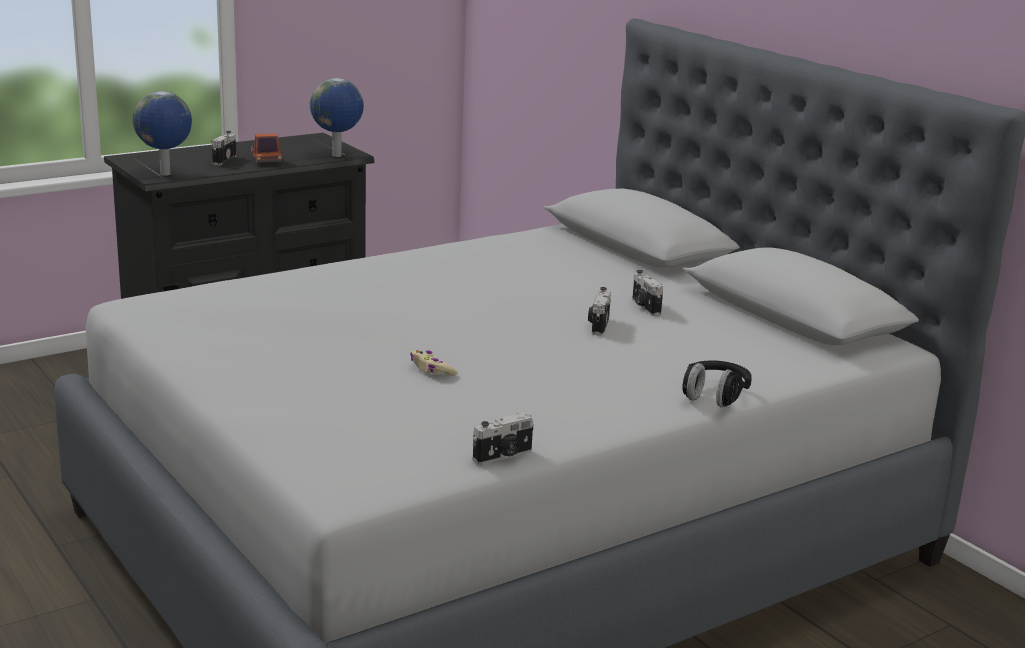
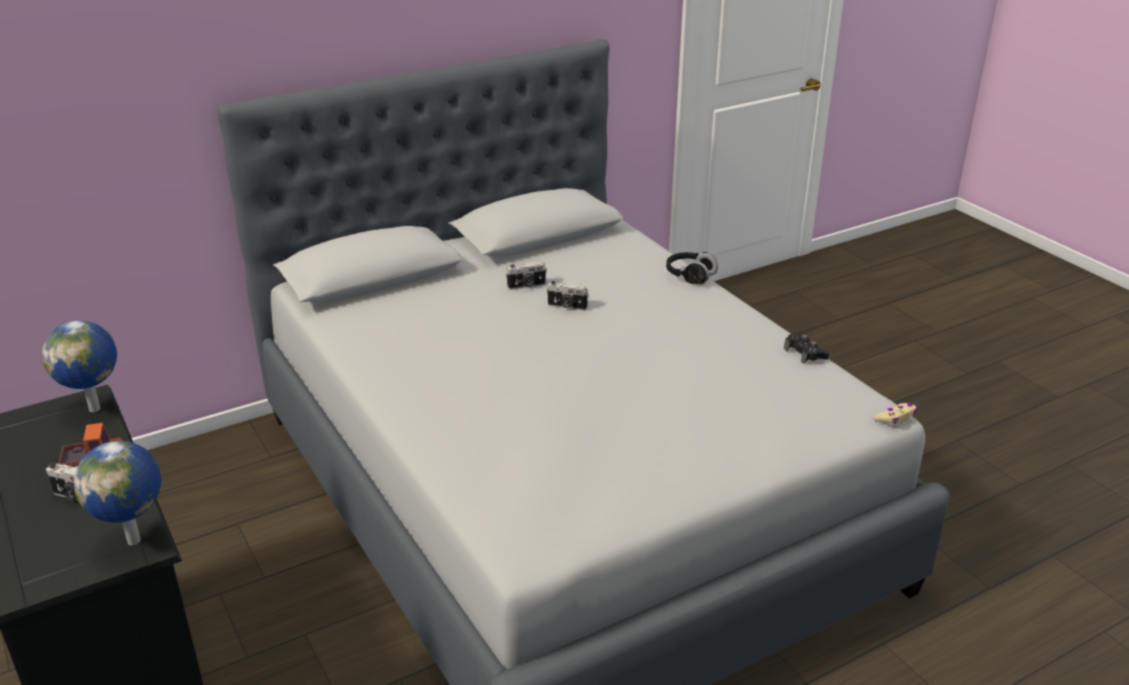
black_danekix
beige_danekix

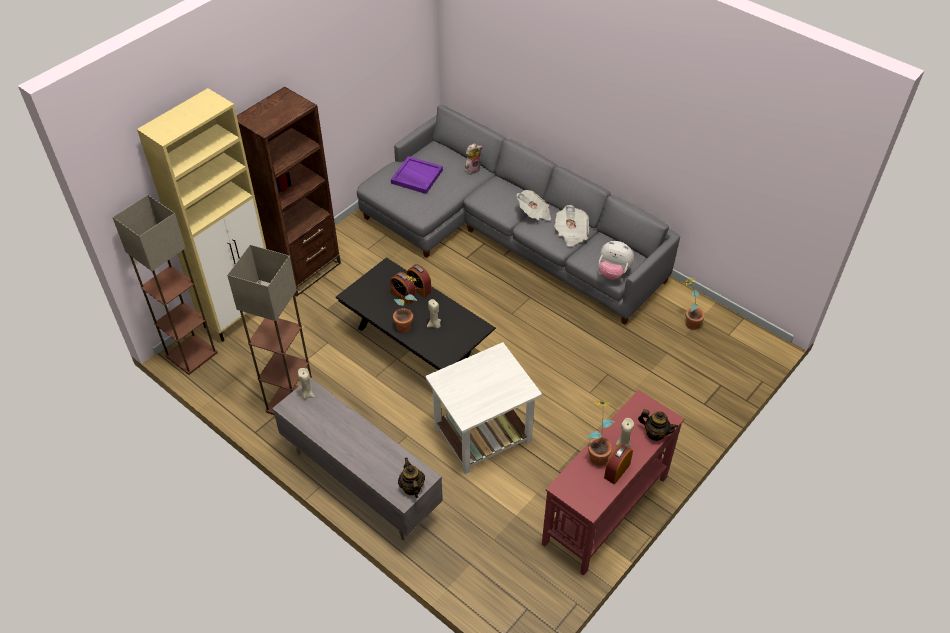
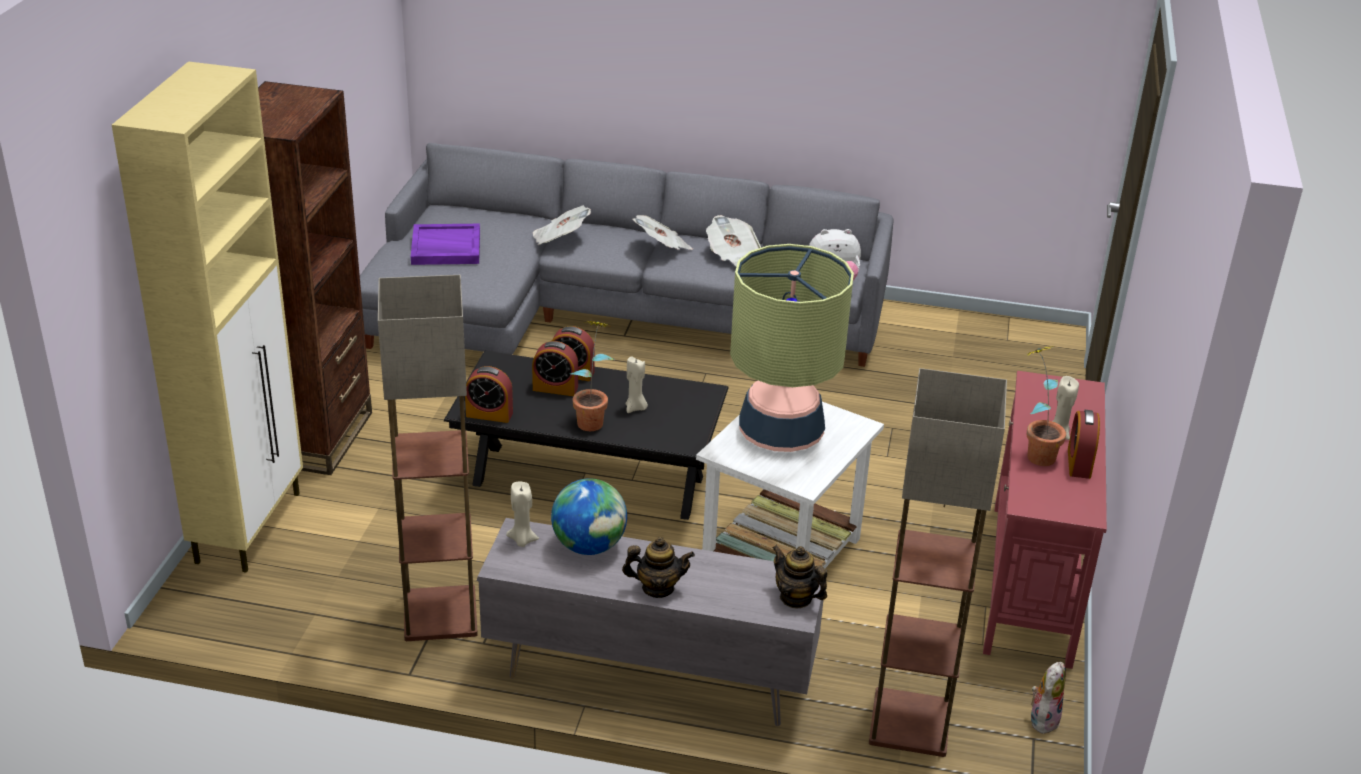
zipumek (1st from left)
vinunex (1st from left)
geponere
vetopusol (1st from left)
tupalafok
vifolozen (2nd from left)
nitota (2nd from left)
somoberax (3rd from left in the first image)

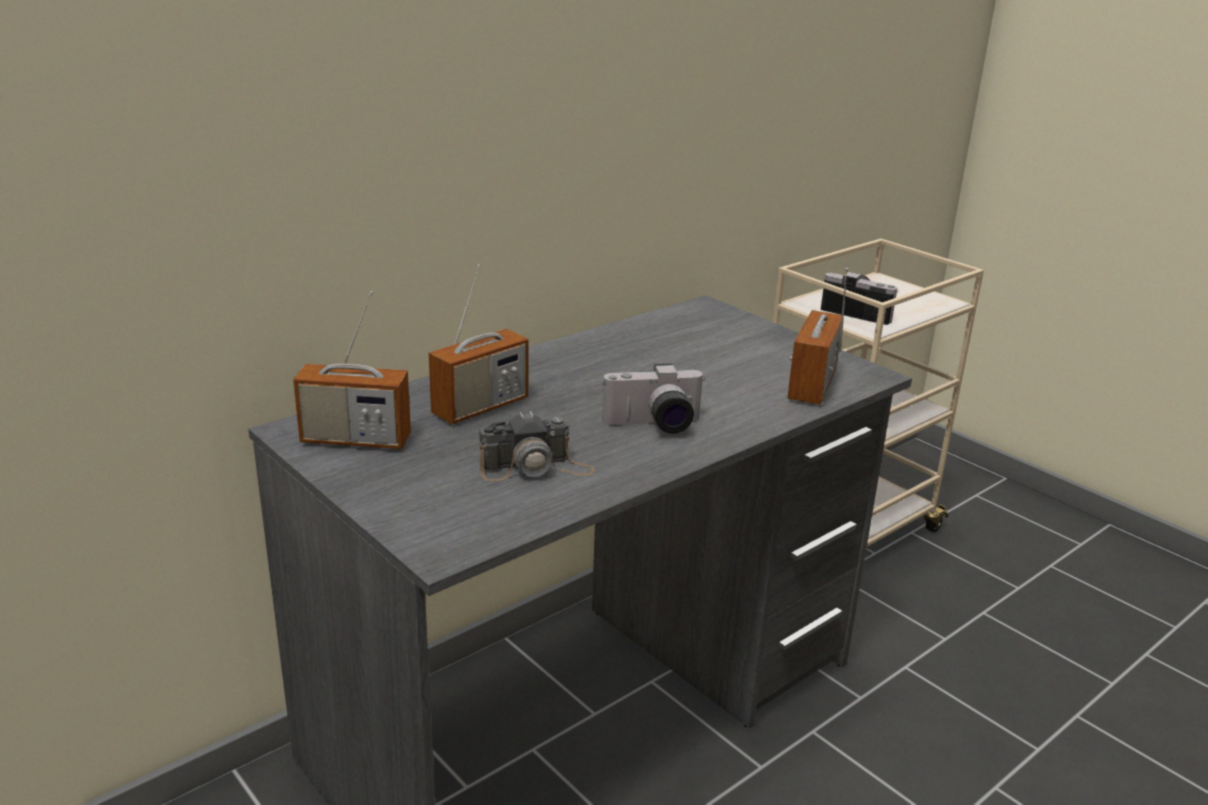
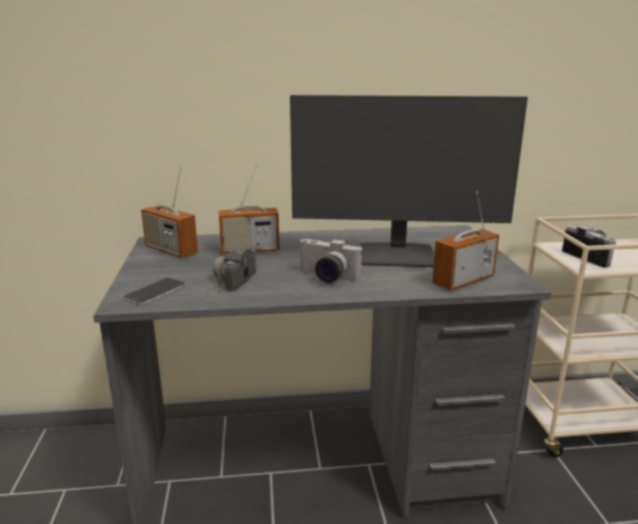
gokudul
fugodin (1st from left)
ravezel

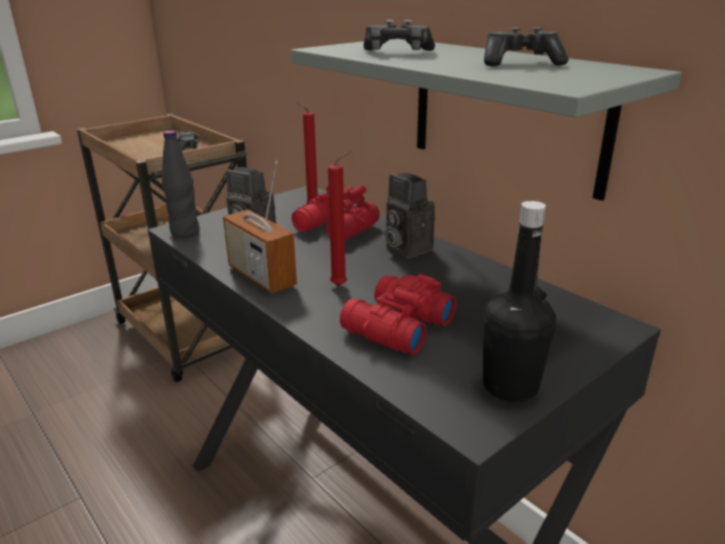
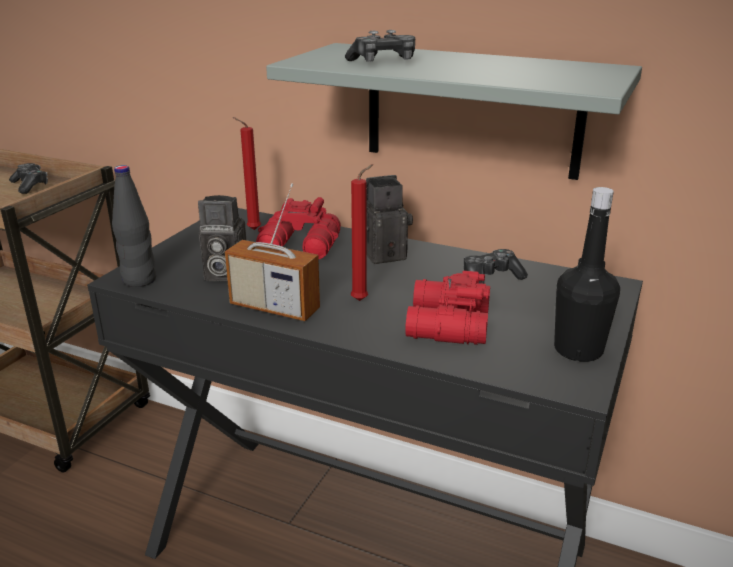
fugodin (2nd from left)
danekix (3rd from left)

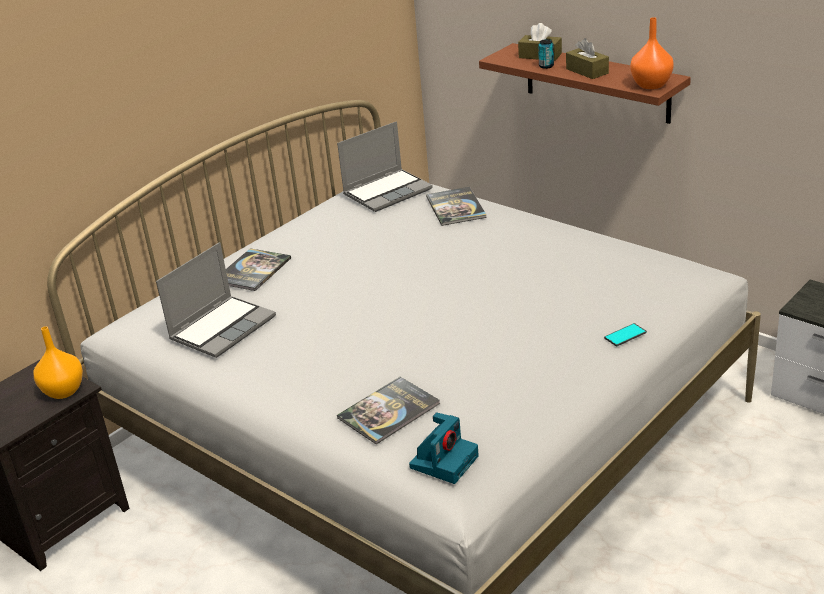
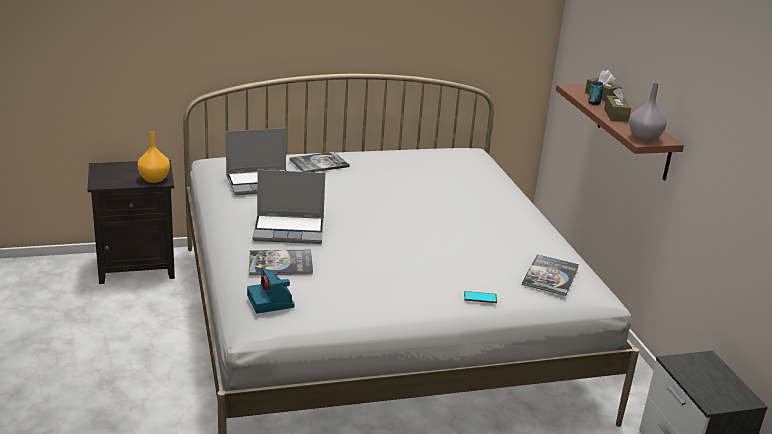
fugodin
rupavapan (2nd from left)
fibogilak (3rd from left)
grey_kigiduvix

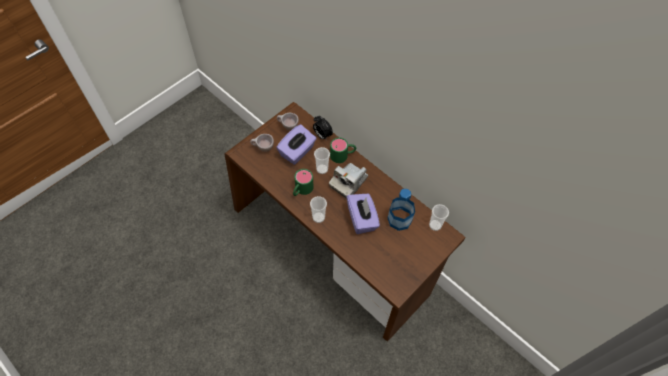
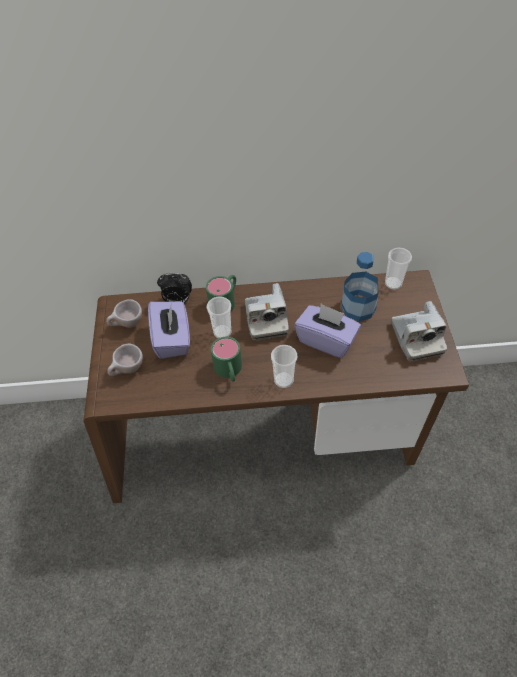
fugodin (2nd from left)

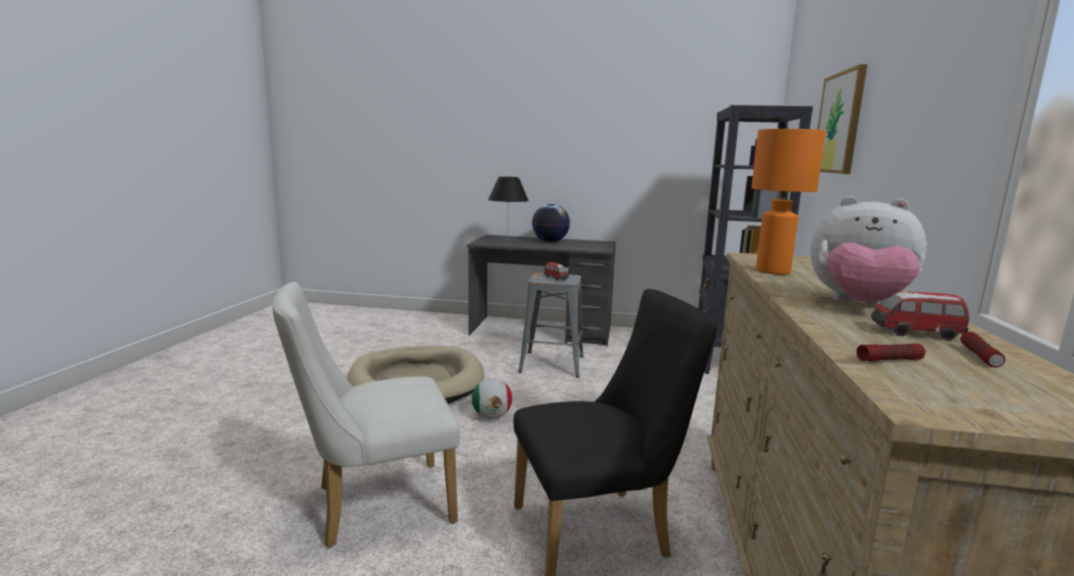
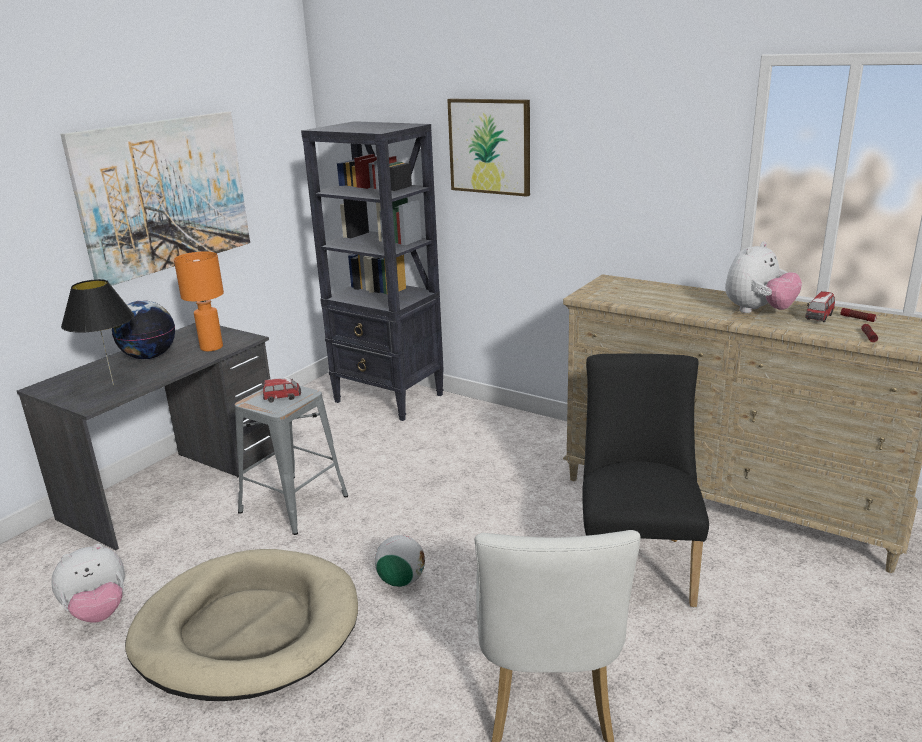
nitota (1st from left)
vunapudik (1st from left)
orange_tupalafok

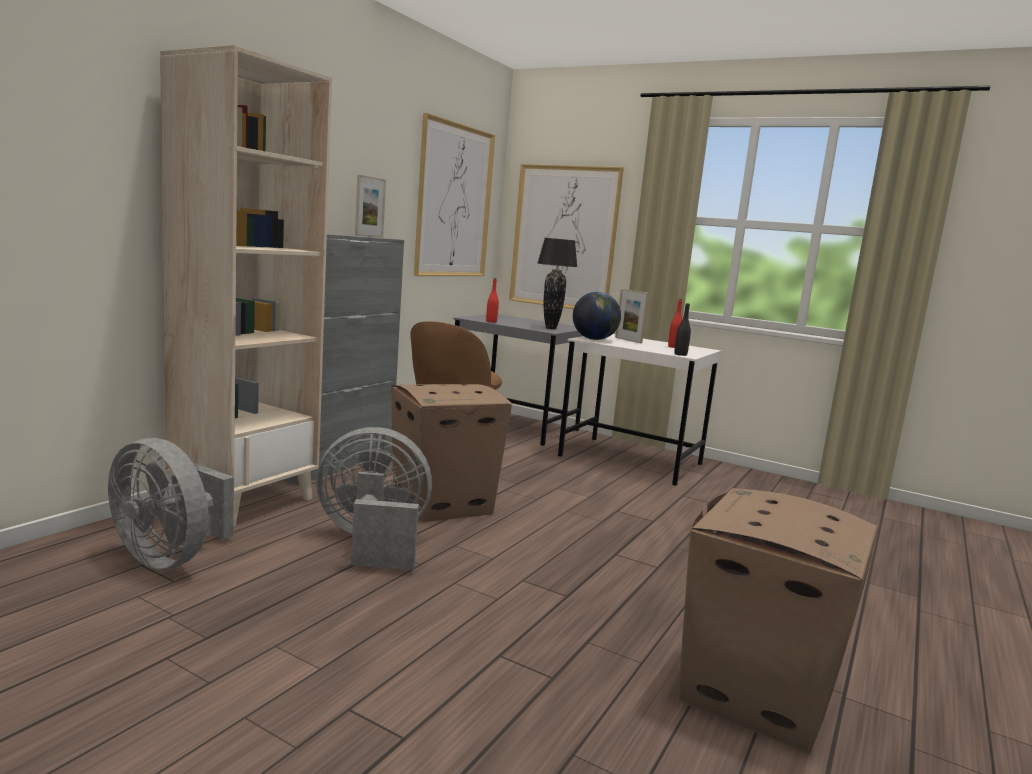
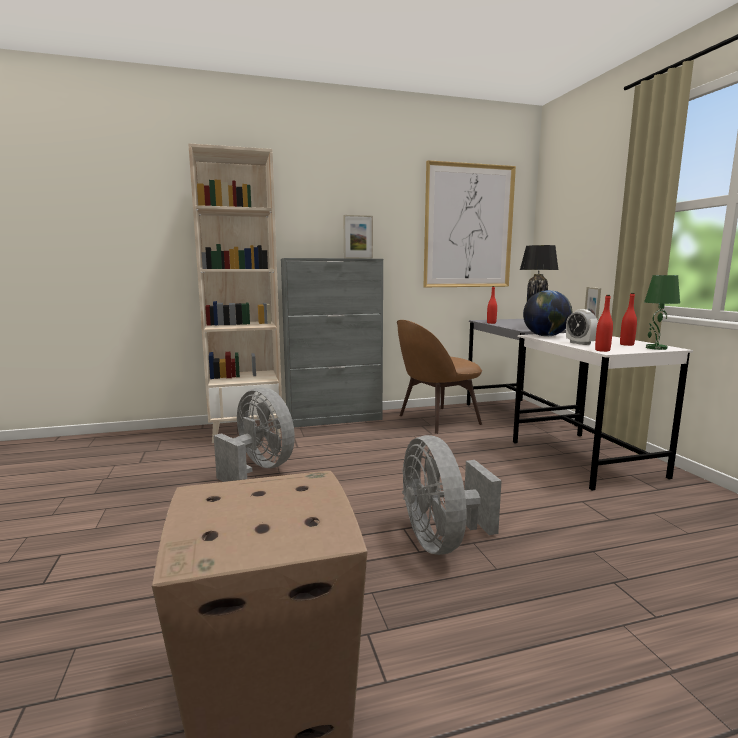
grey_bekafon (2nd from left)
zipumek
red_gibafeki (2nd from left)
green_tupalafok
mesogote (1st from left in the first image)
vunapudik (2nd from left in the first image)

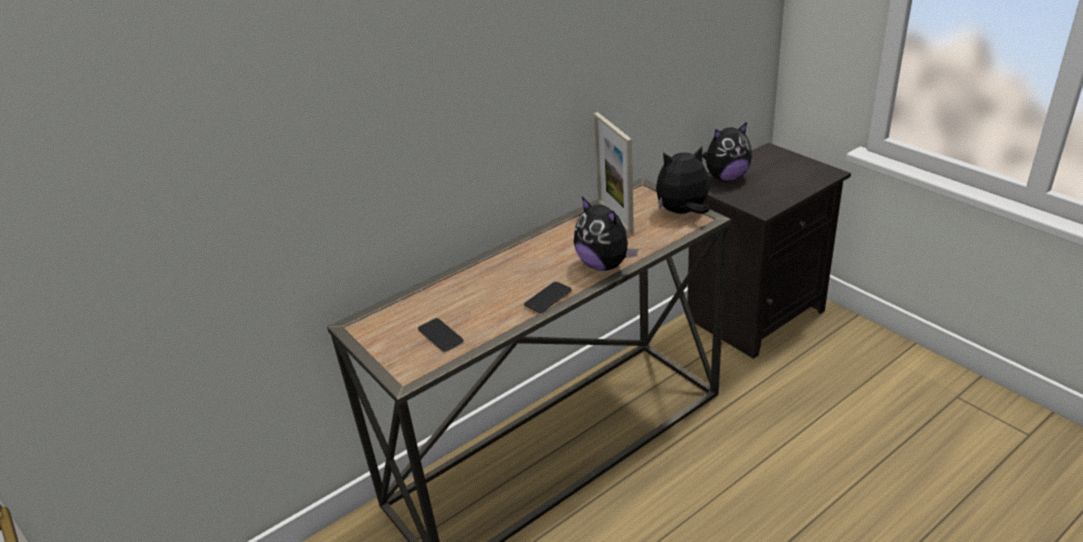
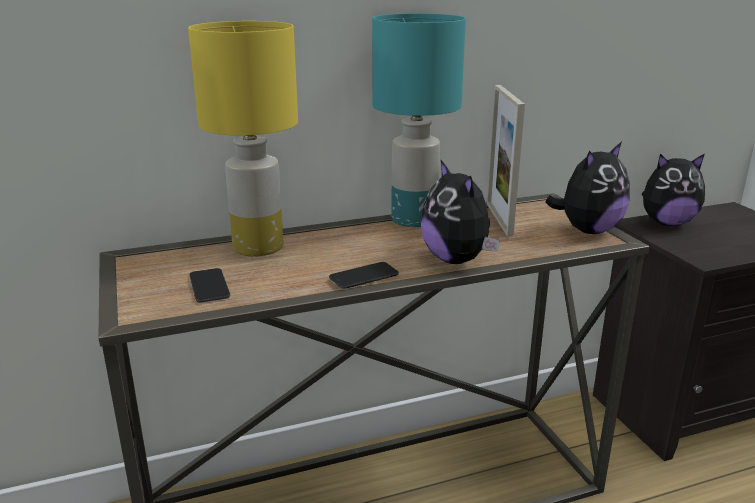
yellow_tupalafok
turquoise_tupalafok
nitota (2nd from left)

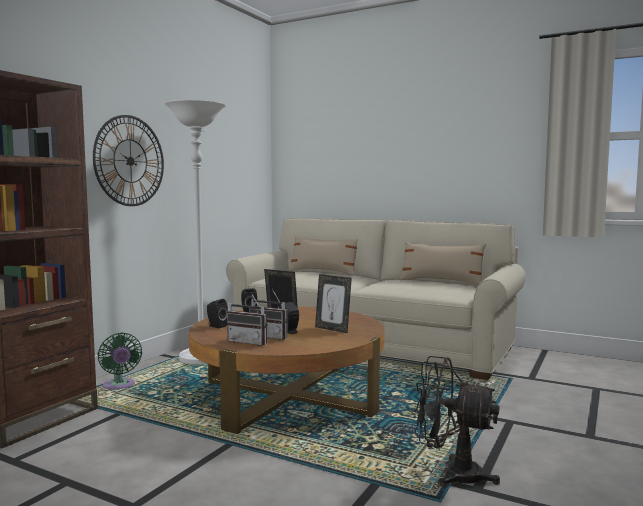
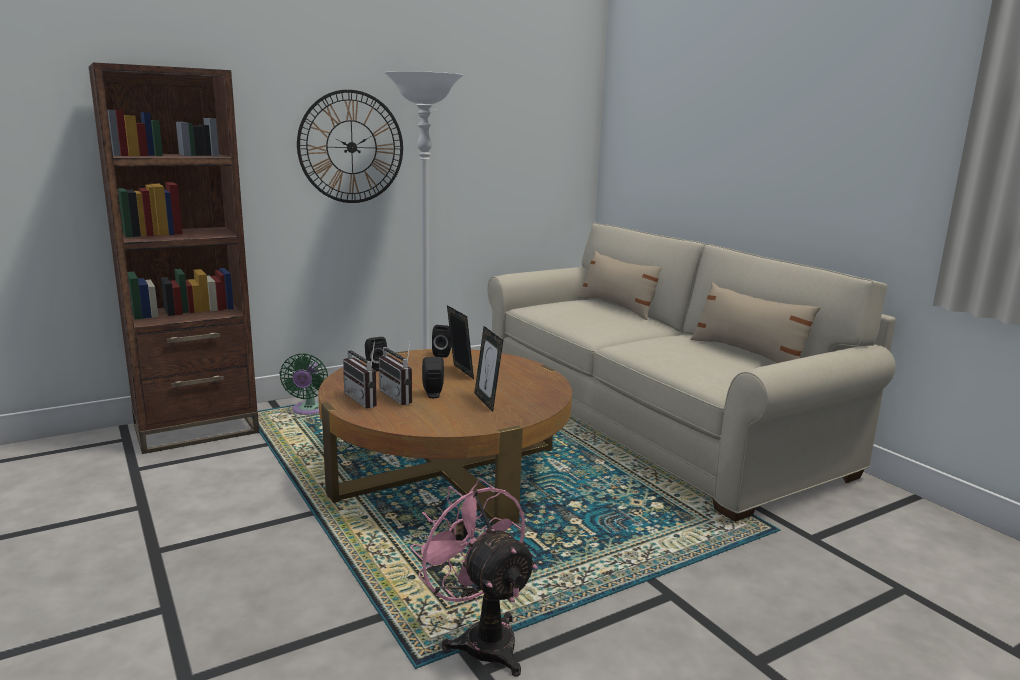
pink_bekafon

